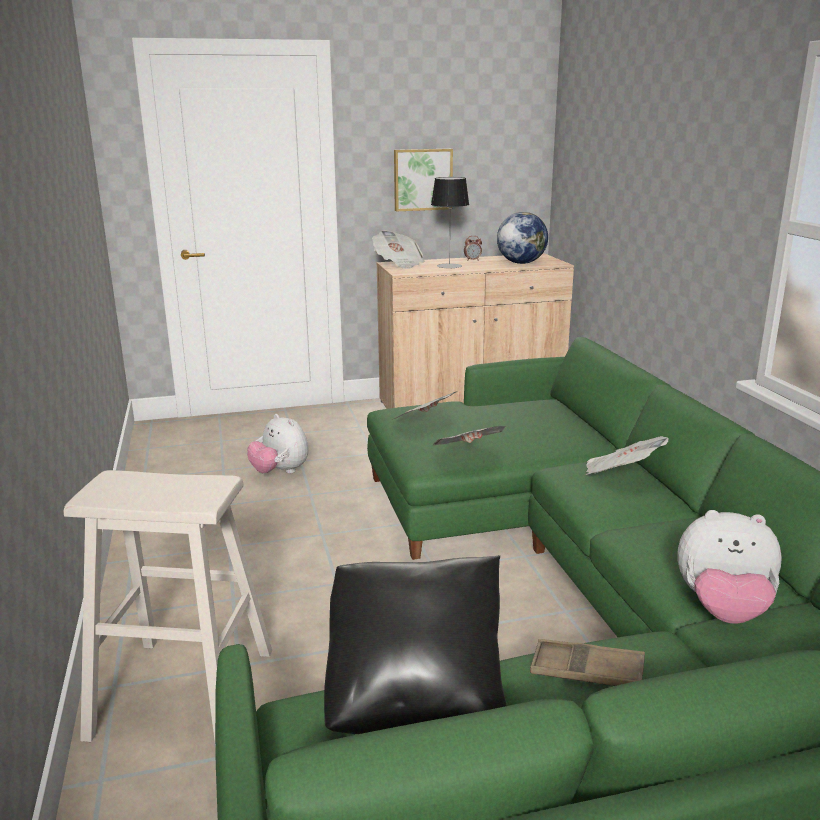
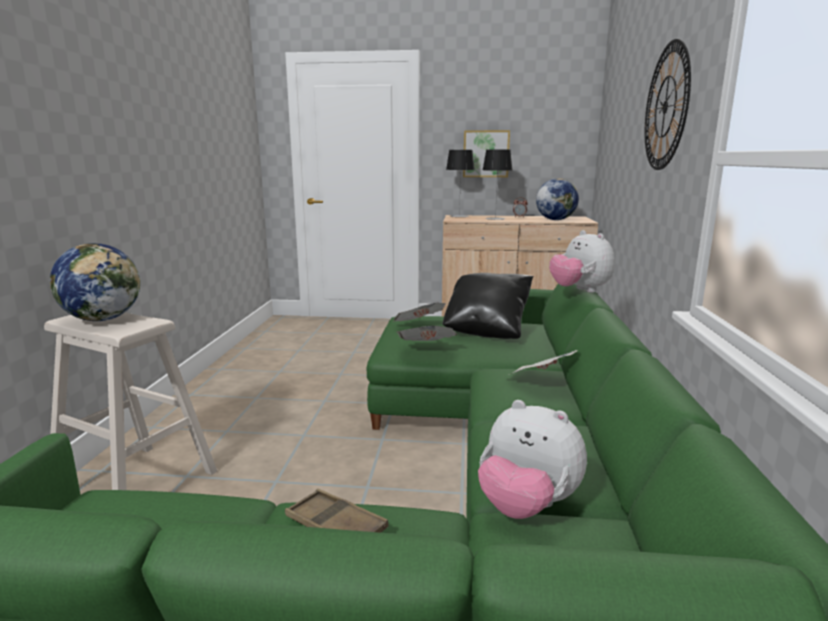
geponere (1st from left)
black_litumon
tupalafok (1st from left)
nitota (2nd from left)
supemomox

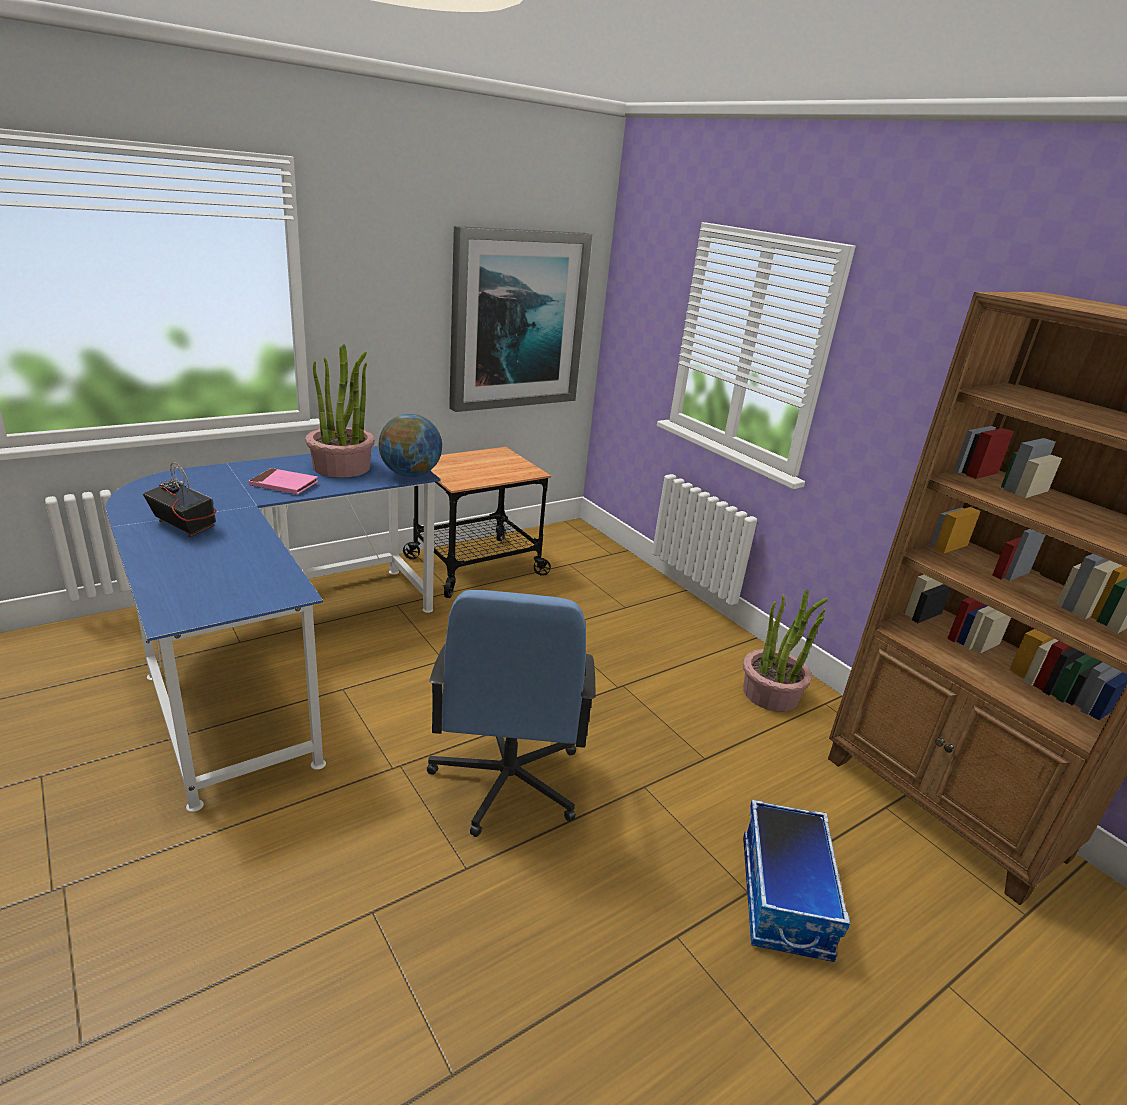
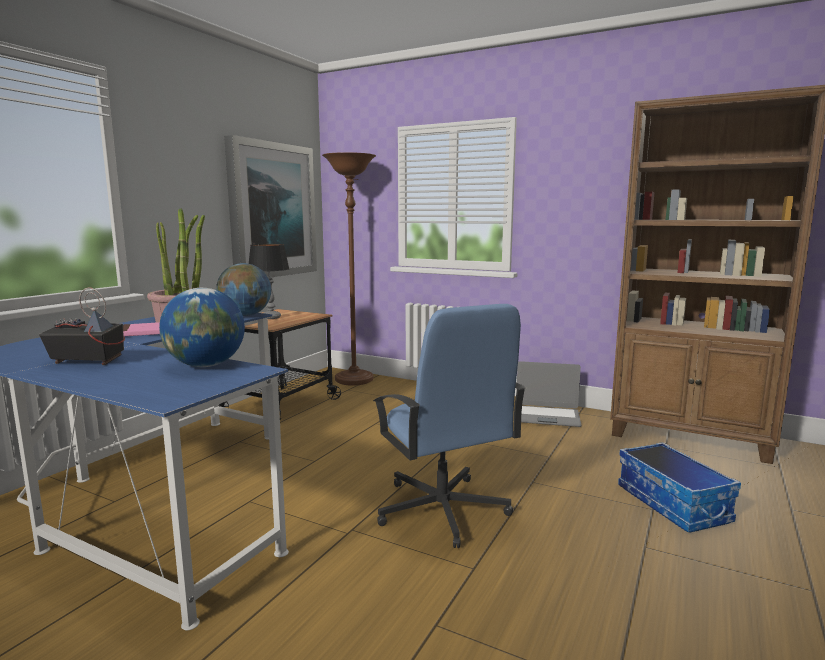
geponere (1st from left)
tupalafok
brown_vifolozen
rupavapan

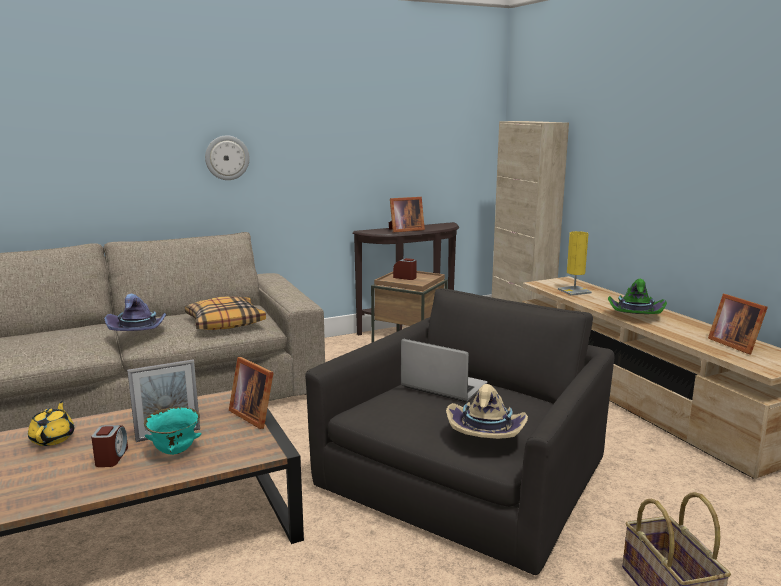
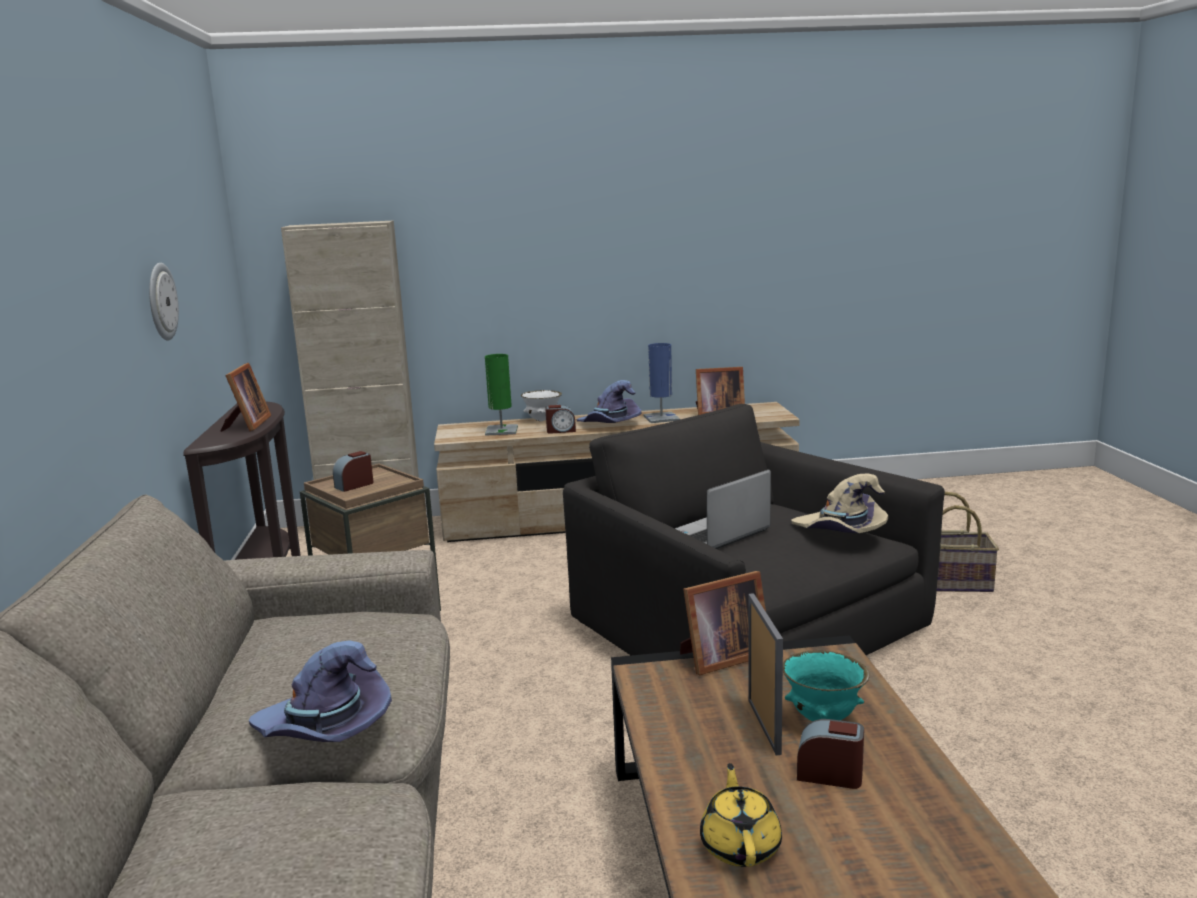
supemomox
green_tupalafok
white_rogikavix
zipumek (2nd from left)
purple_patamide (2nd from left)
blue_tupalafok
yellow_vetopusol
litumon

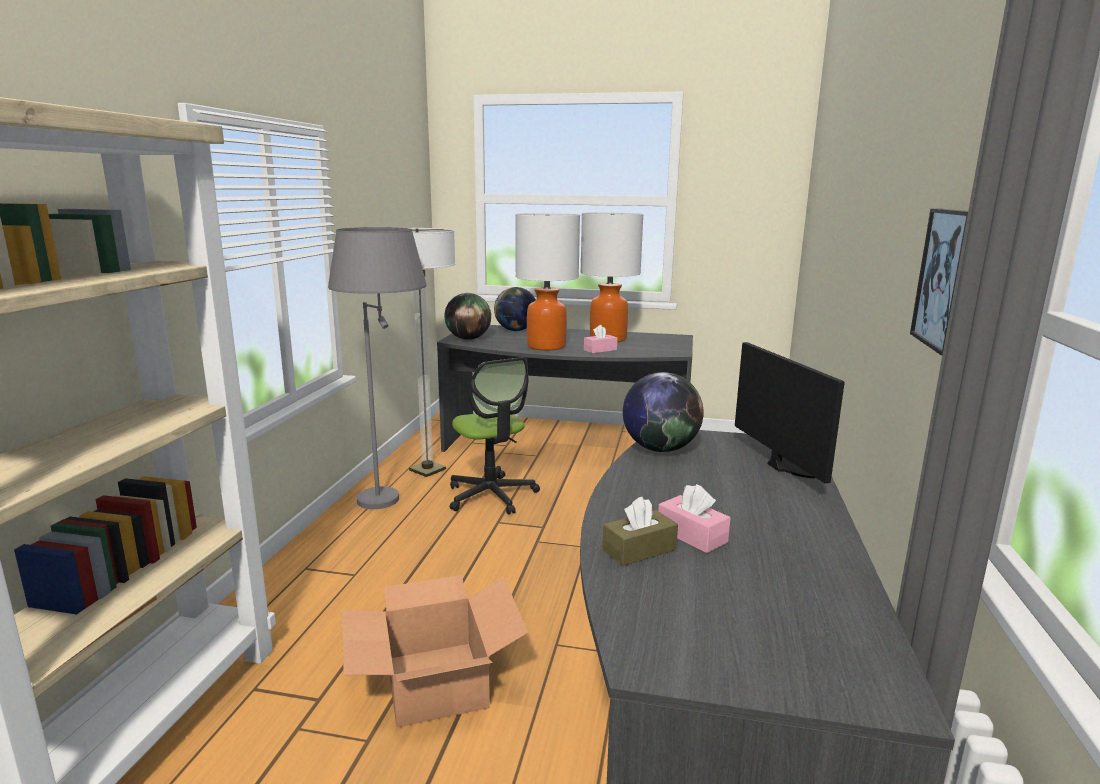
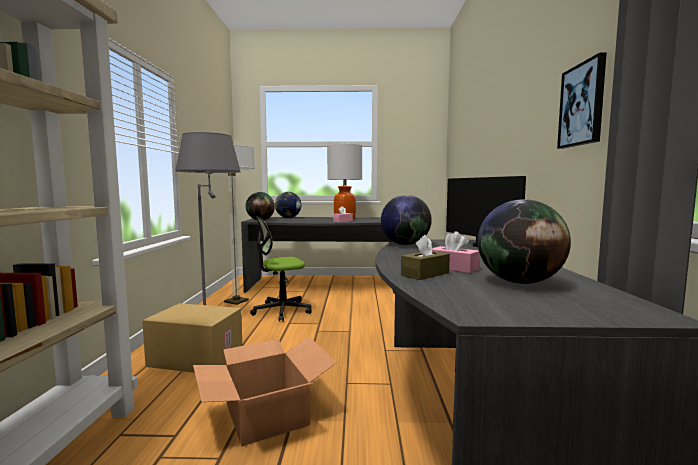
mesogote (1st from left)
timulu
geponere (4th from left)
tupalafok (1st from left in the first image)

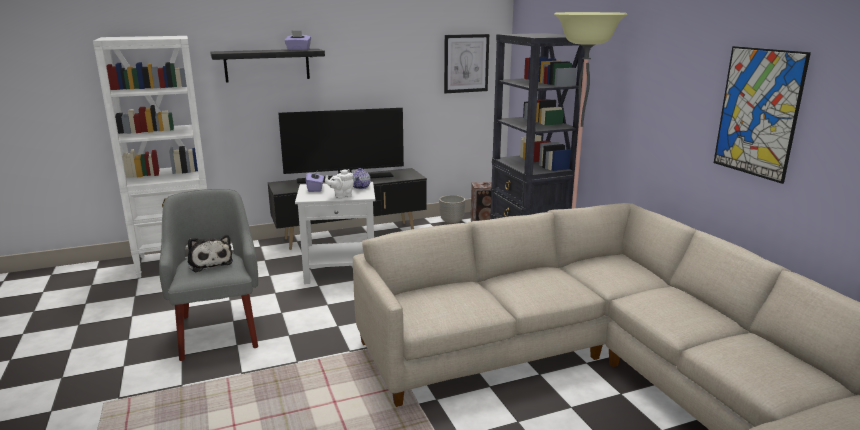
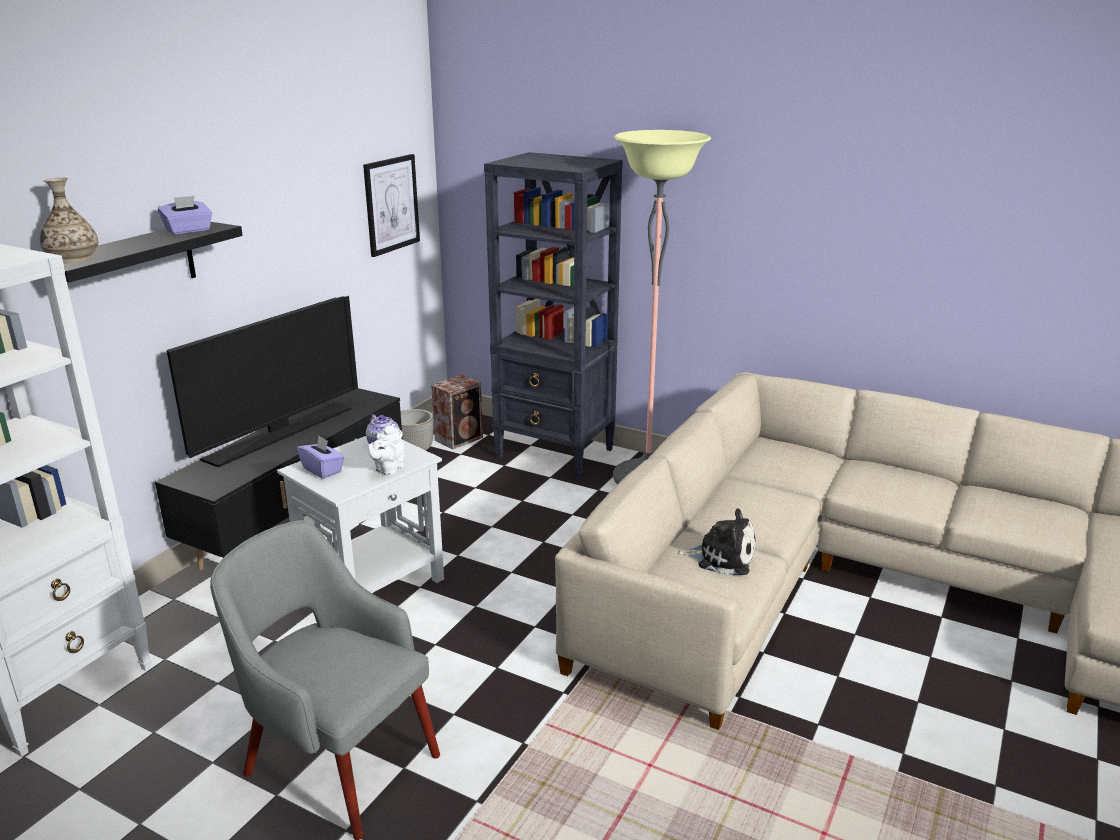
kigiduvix
nitota
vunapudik (2nd from left in the first image)

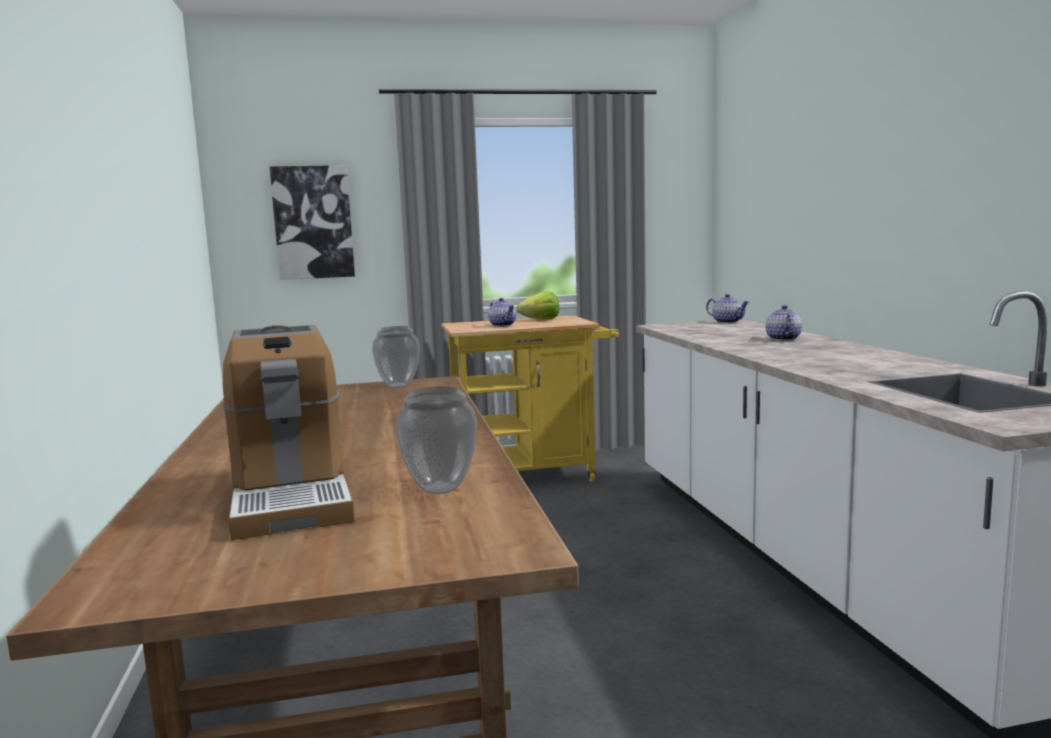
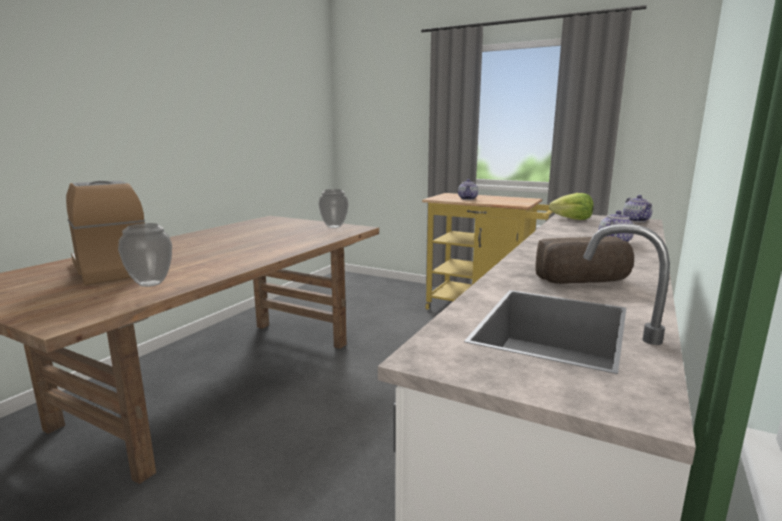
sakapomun
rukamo
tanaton
vunapudik

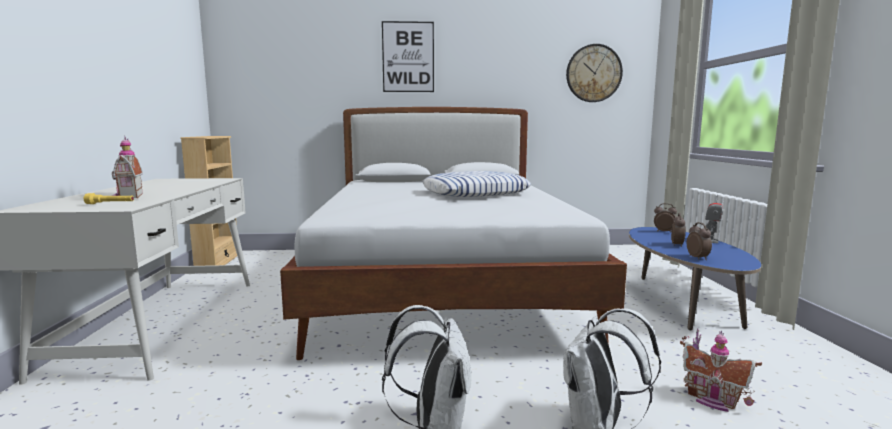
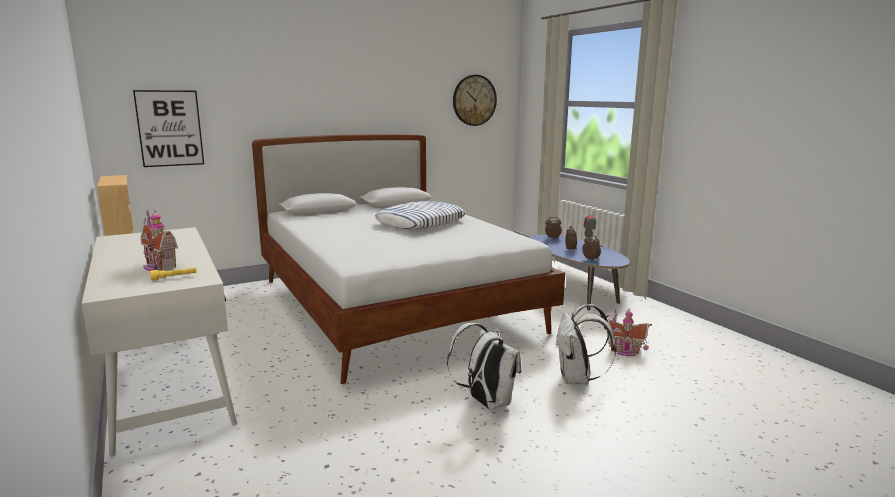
vunapudik

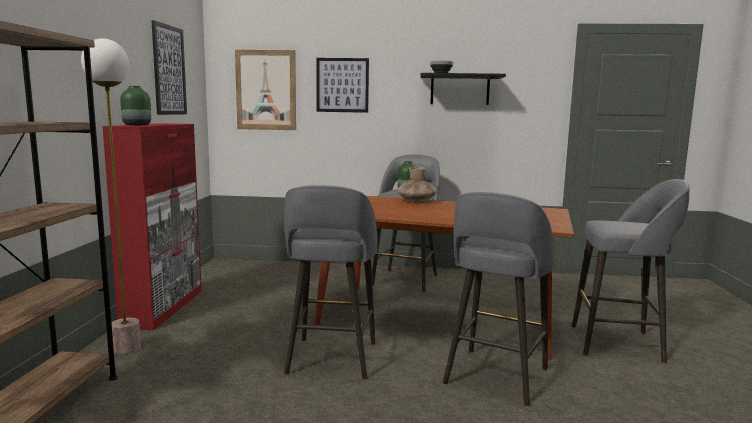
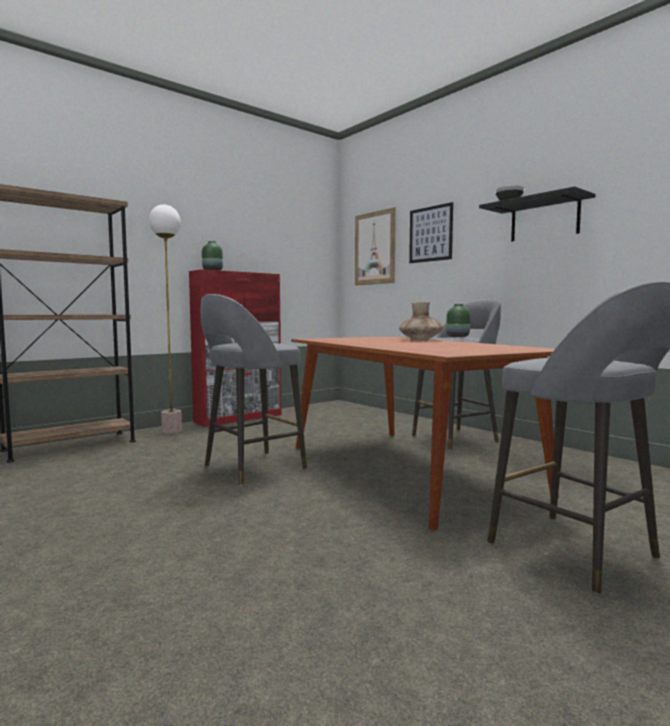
vunapudik (1st from left in the first image)
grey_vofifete (3rd from left in the first image)

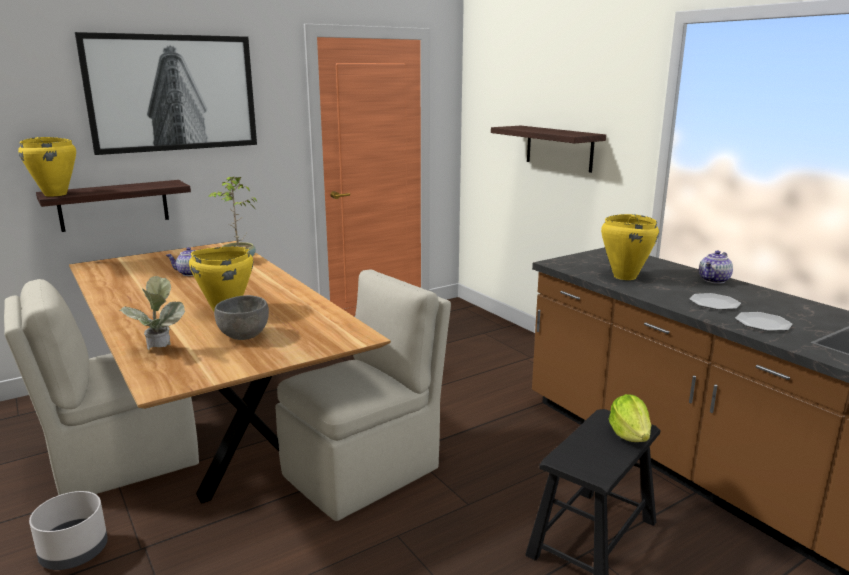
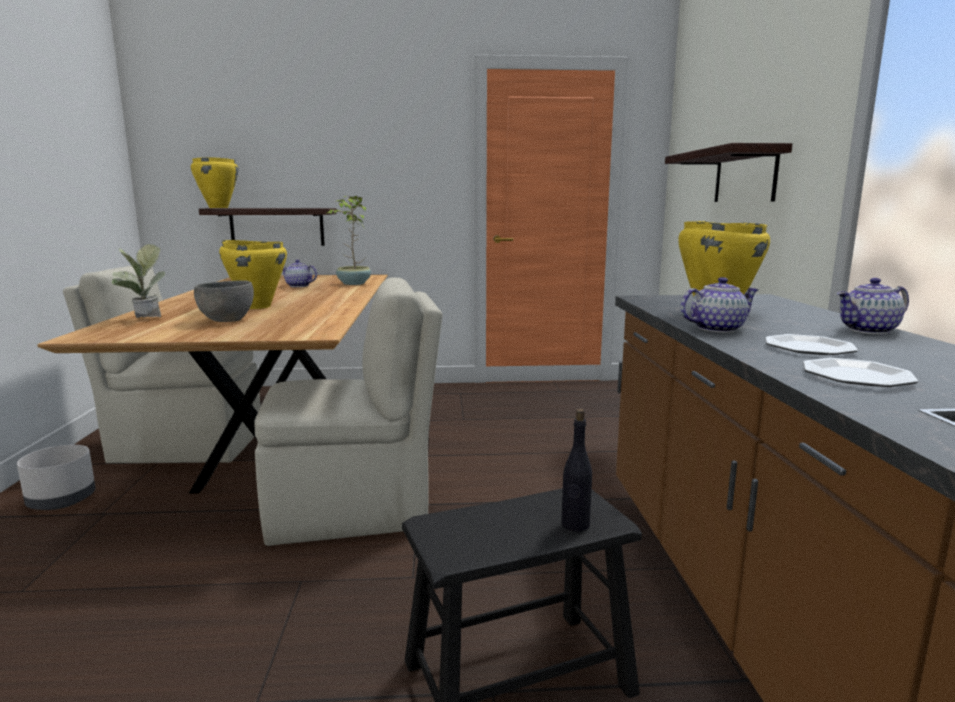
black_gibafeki
vetopusol (2nd from left)
vunapudik

